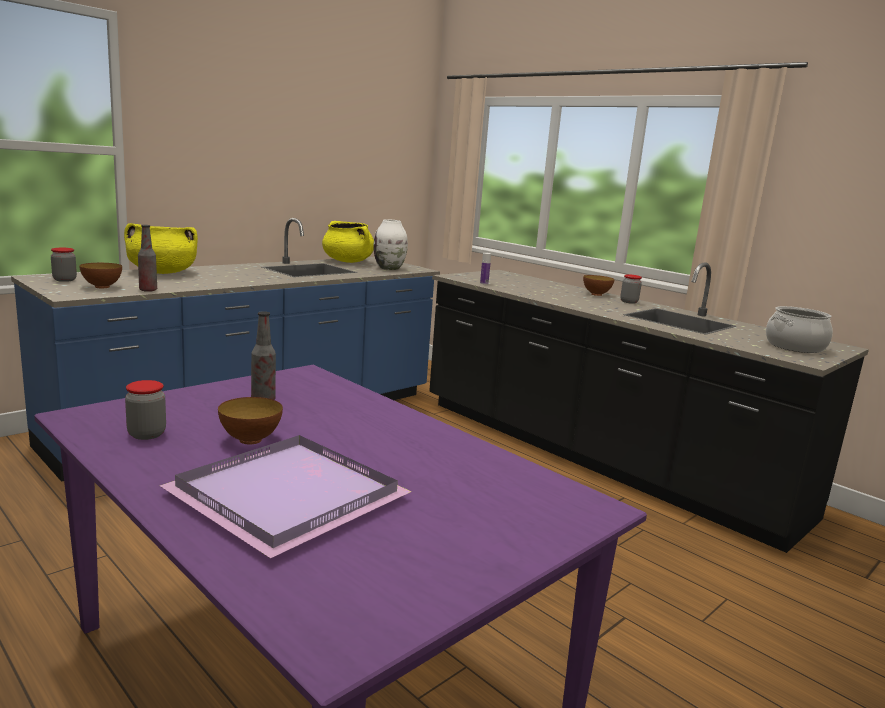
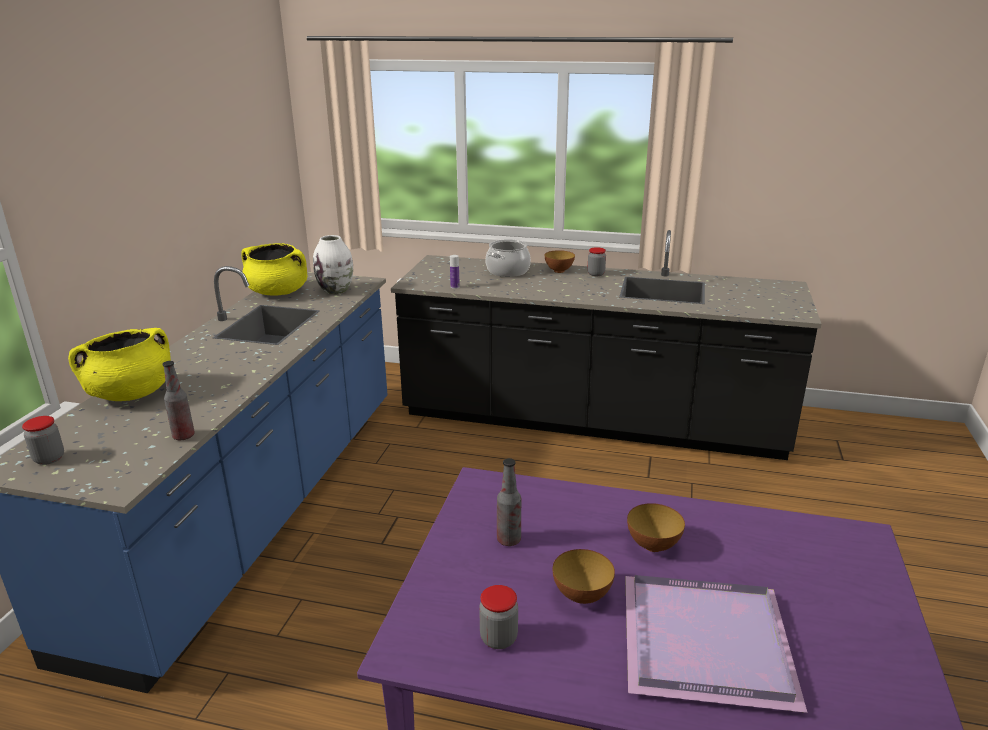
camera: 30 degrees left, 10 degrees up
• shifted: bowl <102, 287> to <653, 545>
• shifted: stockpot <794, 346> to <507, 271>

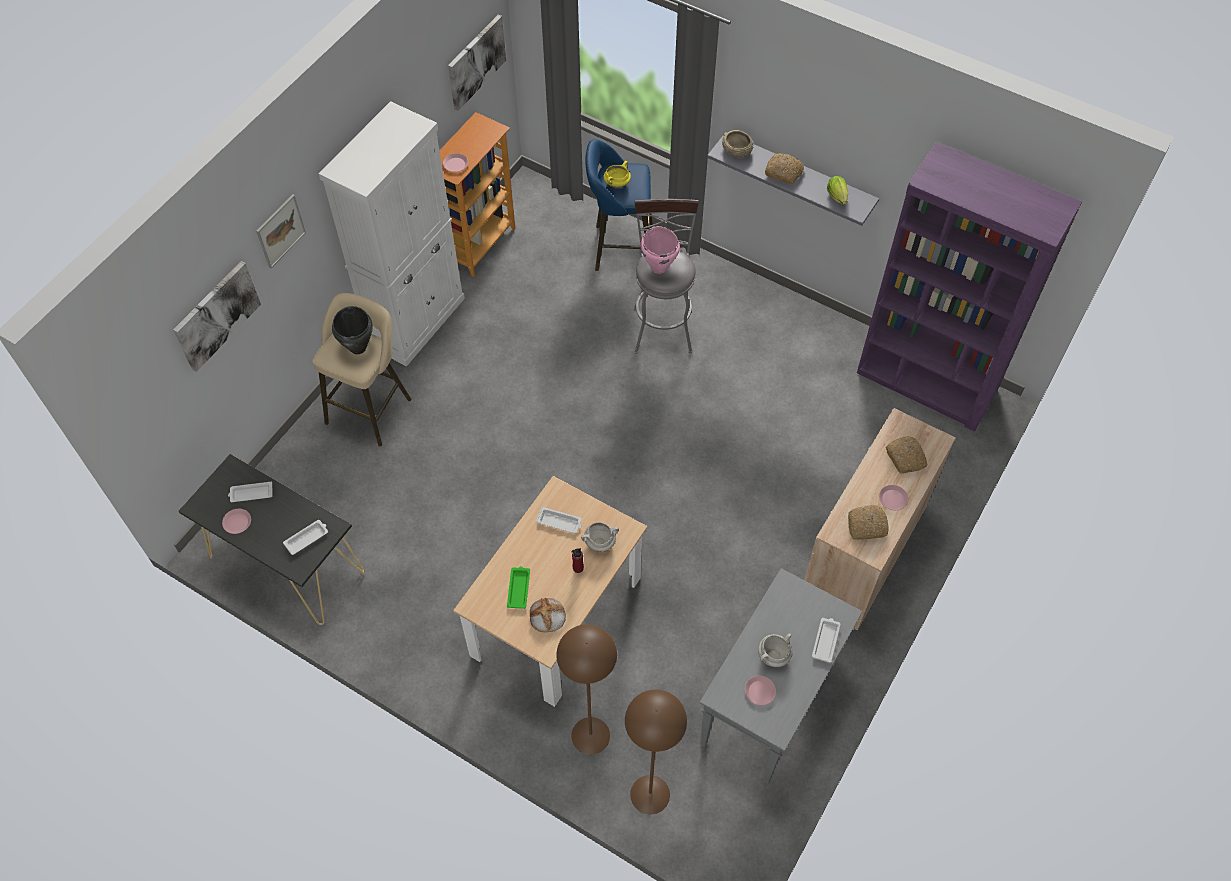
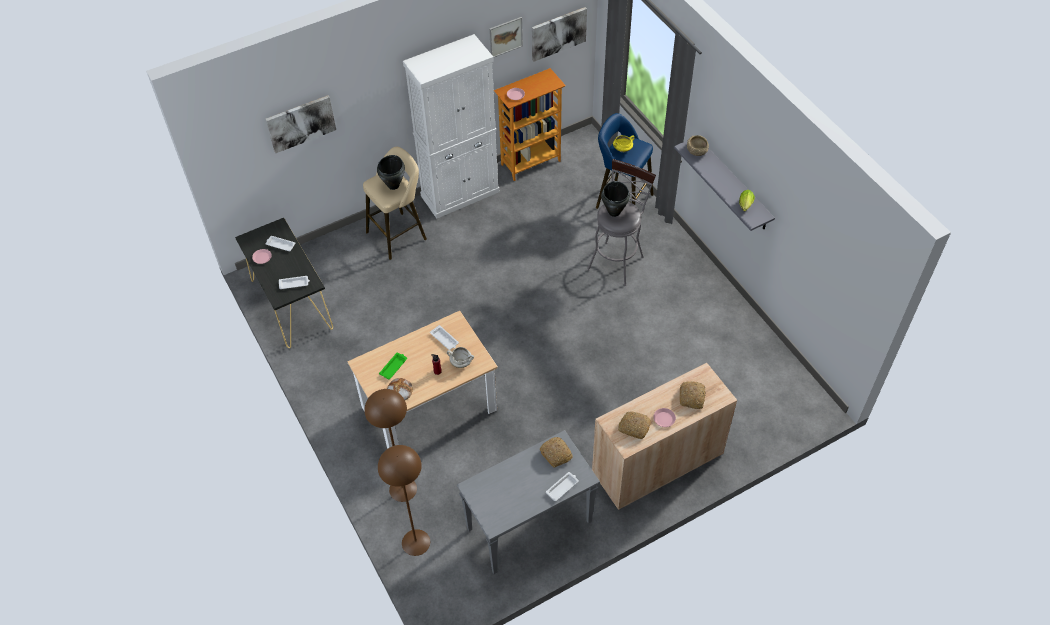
camera: 30 degrees right, 5 degrees down
• gone: dinner plate (pink-coloured) <759, 692>
• gone: stockpot (white-coloured) <773, 656>
• gone: shelving unit (purple) <926, 382>
• shifted: wall picture <280, 231> to <505, 37>
• shifted: baked bread <784, 172> to <556, 454>
• repainted: stockpot (pink-coloured) <659, 267> to stockpot (black) <614, 212>

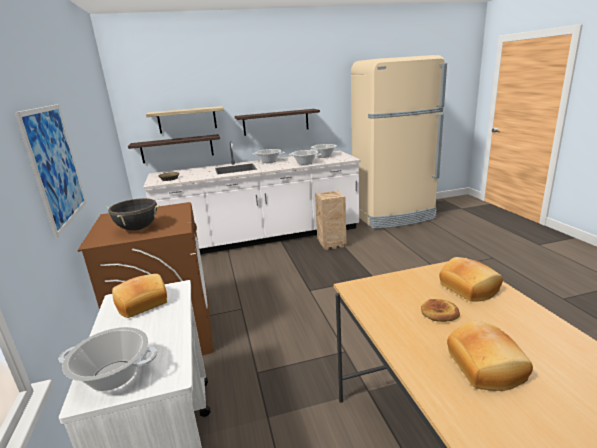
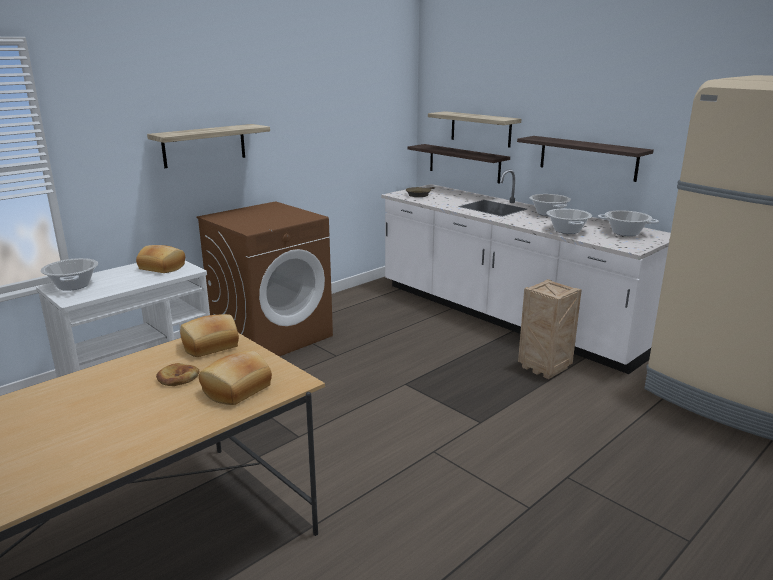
camera: 60 degrees right, 0 degrees up
• gone: stockpot (black) <138, 228>
• shifted: baked bread <487, 367> to <211, 346>
• swapped: wall picture <55, 166> to bracket shelf <204, 145>

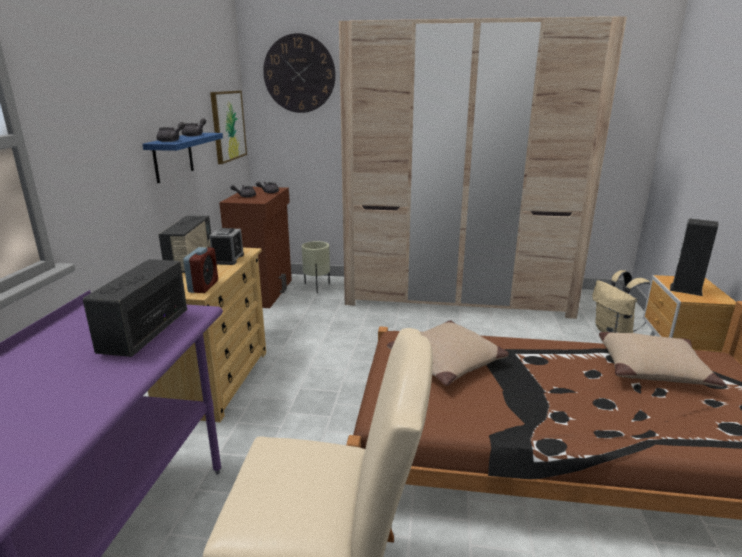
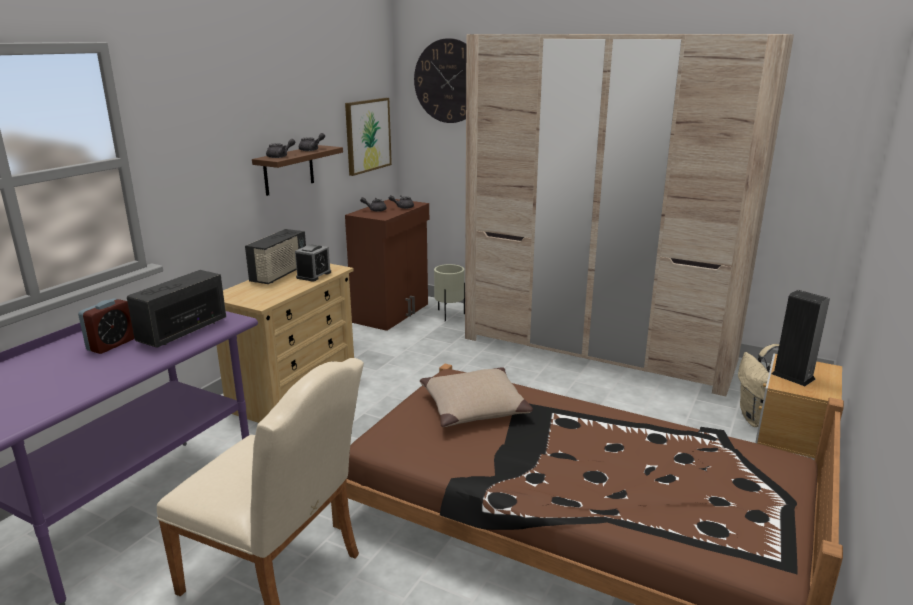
camera: 20 degrees right, 0 degrees up
• gone: cushion (beige-coloured) <652, 368>
• shifted: table clock <203, 286> to <111, 345>
• repainted: bracket shelf (blue) <173, 157> to bracket shelf (brownish) <288, 170>

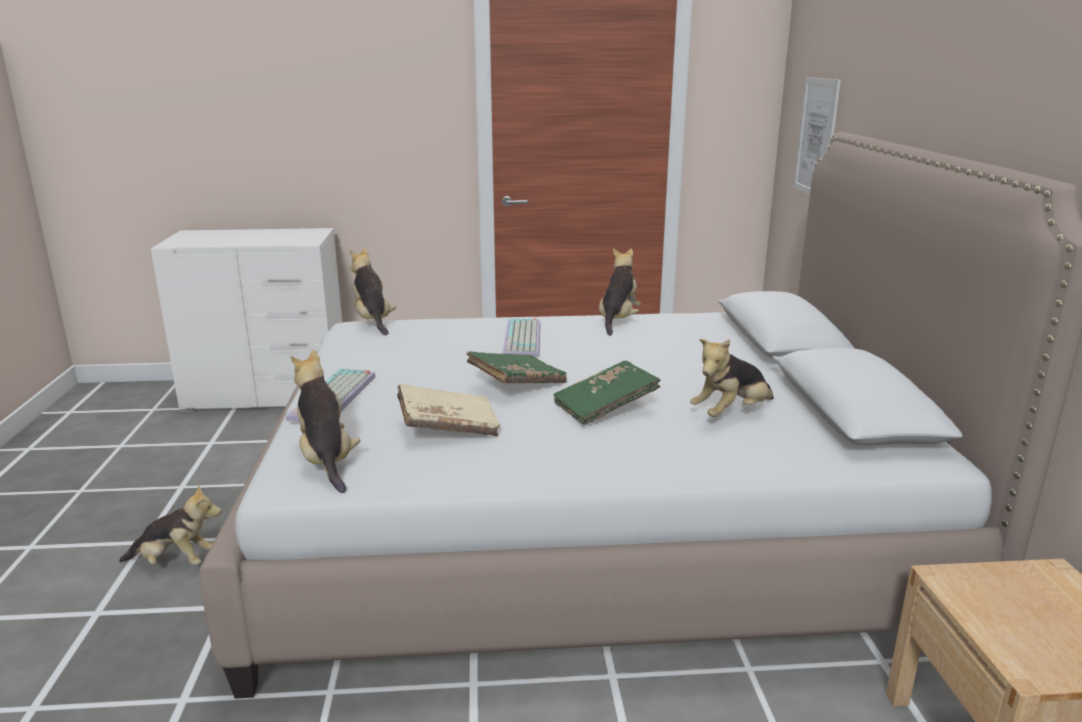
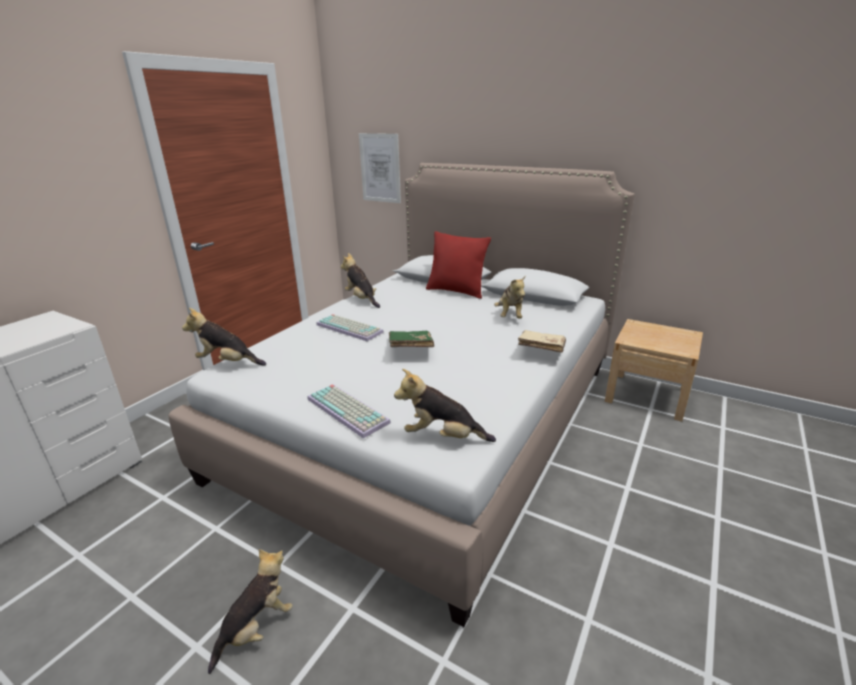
camera: 55 degrees left, 5 degrees up
• gone: volume (green-coloured) <605, 407>
• new: cushion (reddish) <456, 291>
• shifted: volume (beige-coloured) <448, 427> to <541, 350>

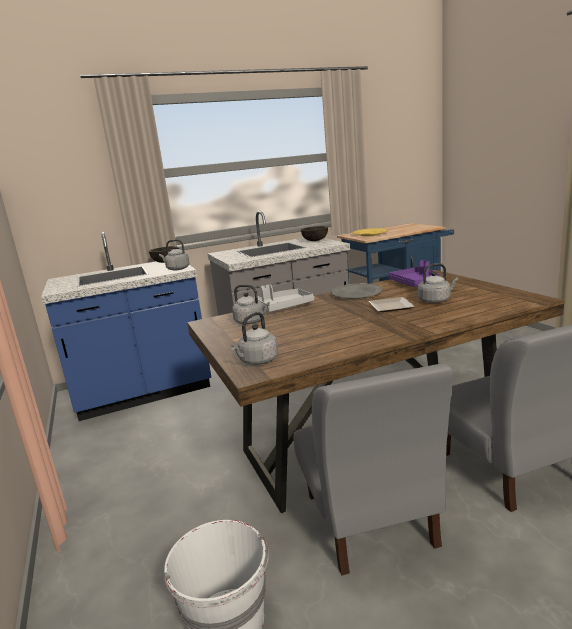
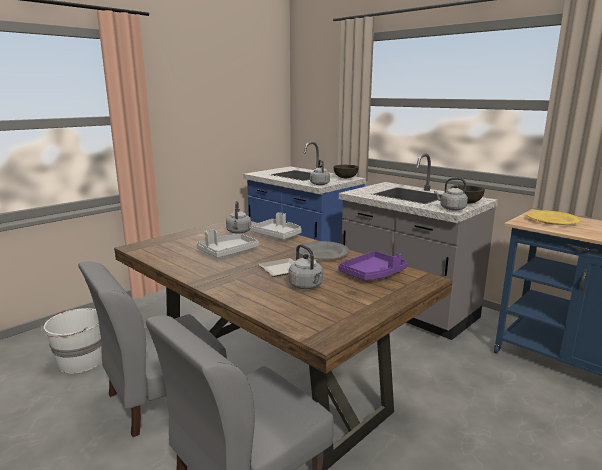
camera: 65 degrees right, 0 degrees up
• new: serving tray (grey) <227, 252>
• shifted: water kettle (grey) <257, 361> to <451, 209>

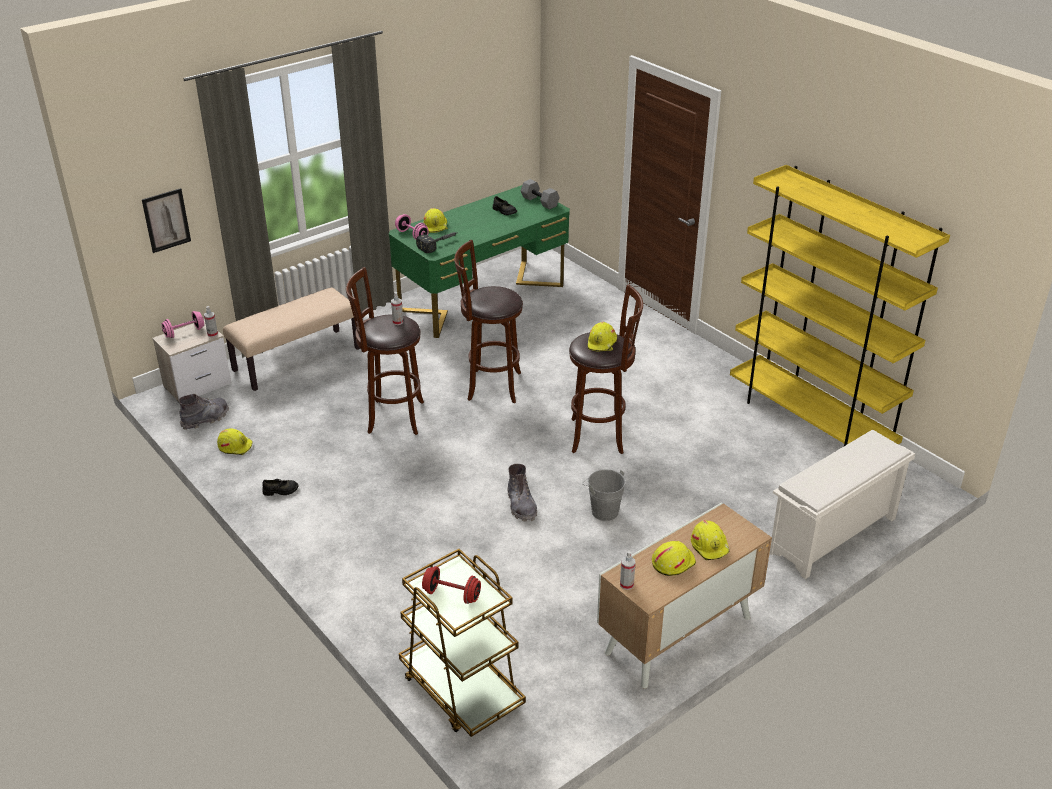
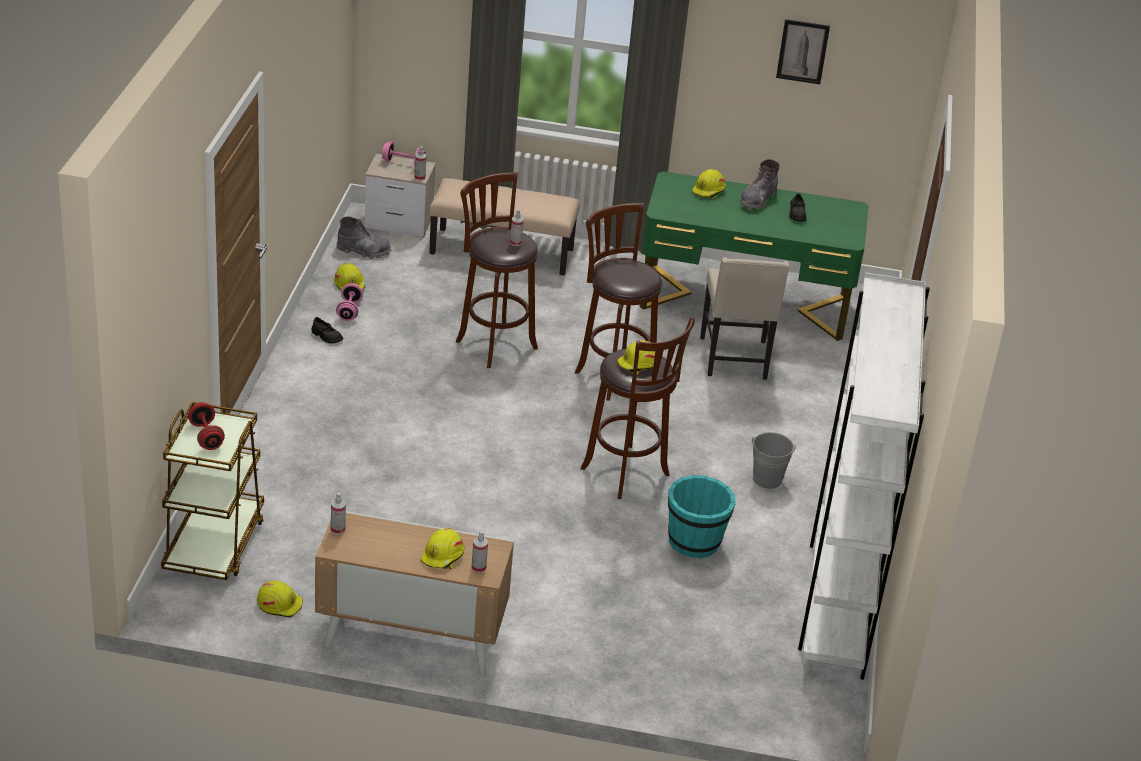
camera: 45 degrees right, 0 degrees up
• gone: tool hammer <439, 244>
• gone: free weight (grey) <540, 202>
• gone: shoe stand (white-coloured) <832, 536>
• new: spray bottle <478, 568>
• new: pail (blue-green) <695, 542>
• new: chair (beige-coloured) <735, 360>
• shifted: wall picture <166, 220> to <802, 51>
• shifted: free weight (pink-coloured) <412, 235> to <349, 311>
• shifted: tall boot (grey) <521, 505> to <757, 199>
• shifted: pail (grey) <603, 510> to <768, 477>
• shifted: hard hat (yellow-coloured) <672, 562> to <279, 604>
• repainted: shelving unit (yellow-coloured) <810, 422> to shelving unit (white-coloured) <837, 602>

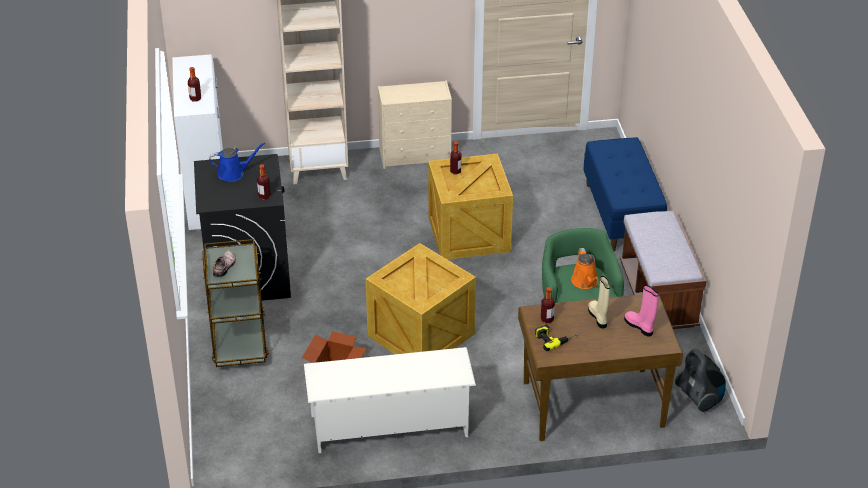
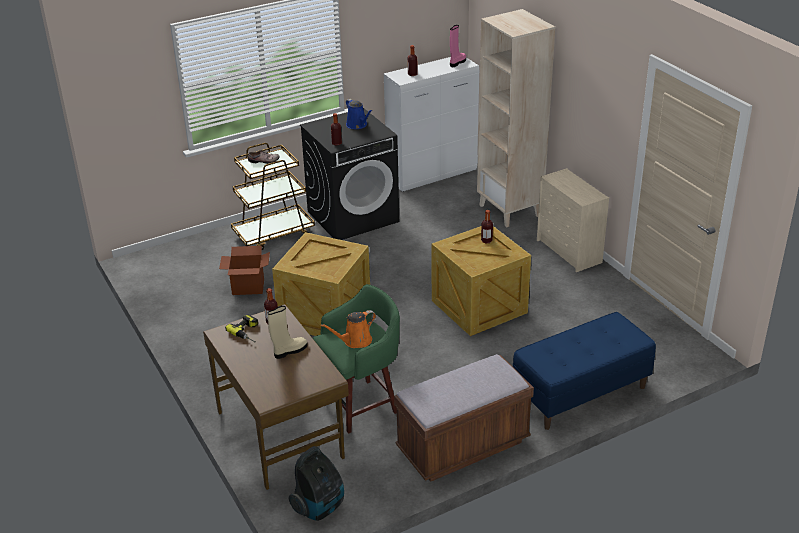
camera: 70 degrees right, 5 degrees down
• gone: shoe stand (white-coloured) <390, 426>
• shifted: tall boot (pink-coloured) <639, 326> to <457, 62>

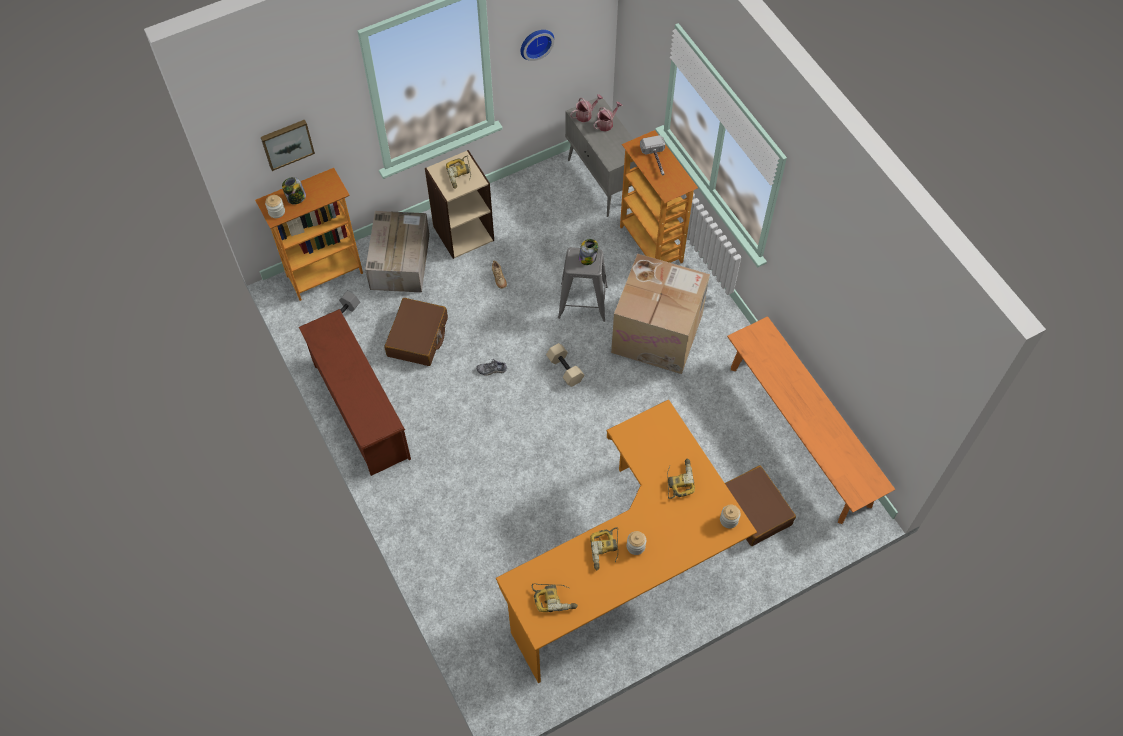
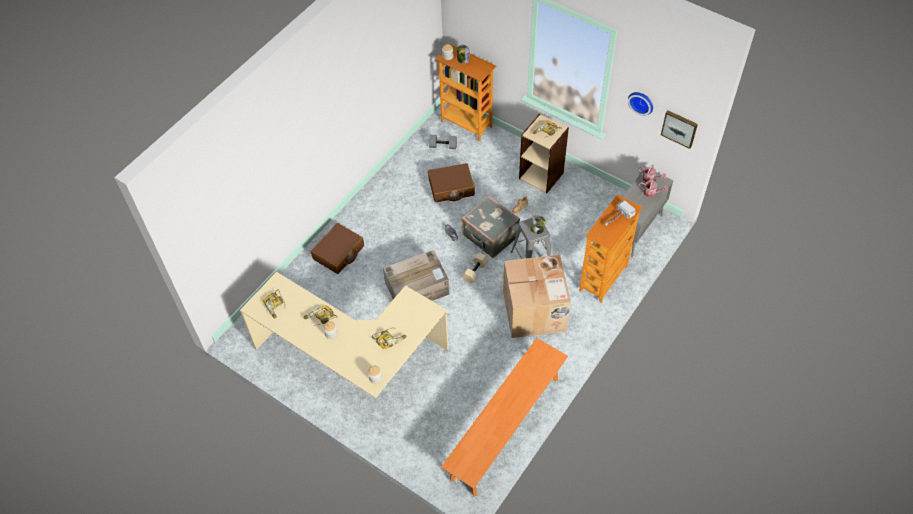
camera: 65 degrees right, 5 degrees down
• gone: shoe stand (brownish) <359, 411>
• new: travel case (grey) <490, 237>
• shifted: wall picture <287, 143> to <679, 128>
• shifted: carton <400, 260> to <417, 288>
• shifted: travel case (brownish) <754, 510> to <339, 253>
• repainted: desk unit (orange-coloured) <629, 568> to desk unit (beige-coloured) <352, 365>

